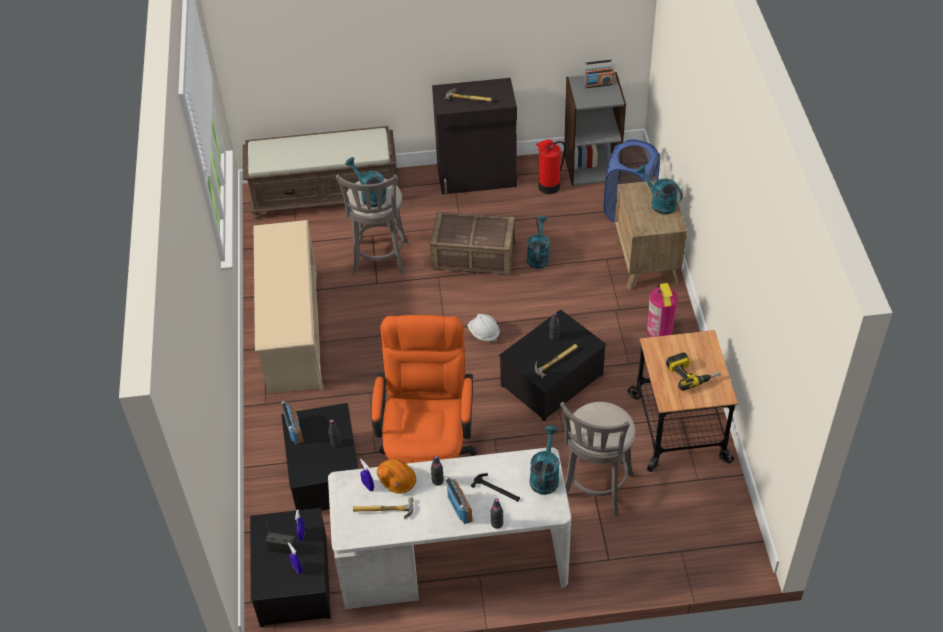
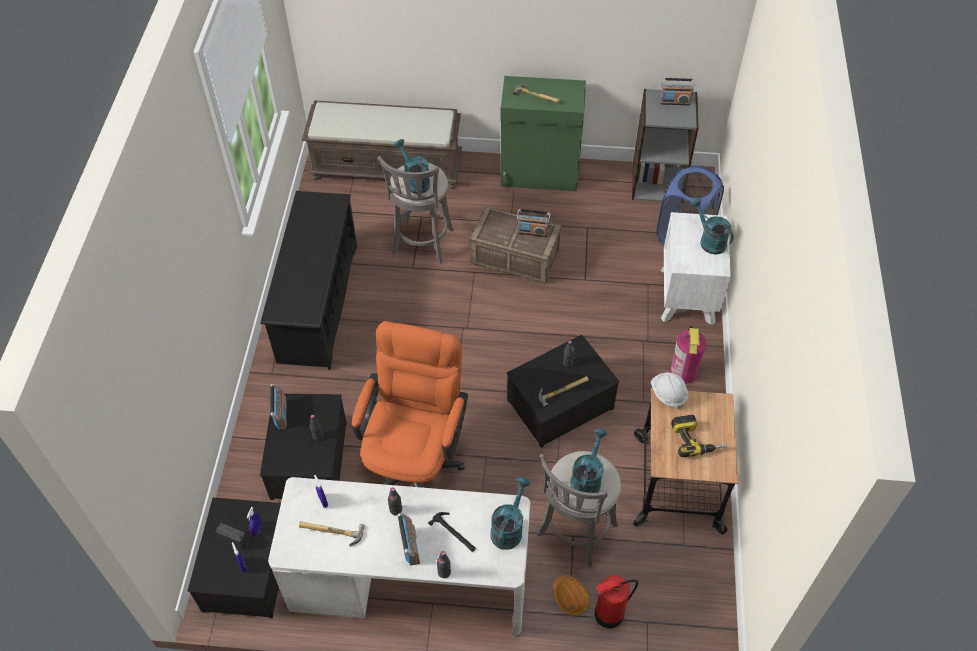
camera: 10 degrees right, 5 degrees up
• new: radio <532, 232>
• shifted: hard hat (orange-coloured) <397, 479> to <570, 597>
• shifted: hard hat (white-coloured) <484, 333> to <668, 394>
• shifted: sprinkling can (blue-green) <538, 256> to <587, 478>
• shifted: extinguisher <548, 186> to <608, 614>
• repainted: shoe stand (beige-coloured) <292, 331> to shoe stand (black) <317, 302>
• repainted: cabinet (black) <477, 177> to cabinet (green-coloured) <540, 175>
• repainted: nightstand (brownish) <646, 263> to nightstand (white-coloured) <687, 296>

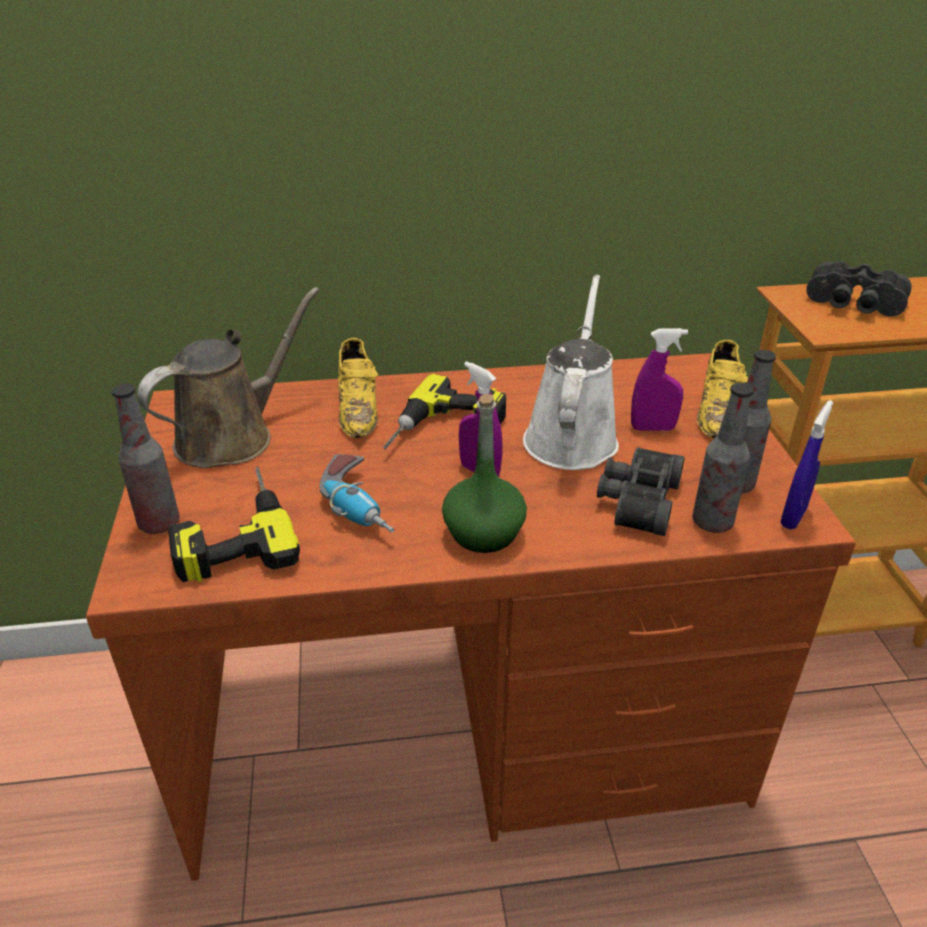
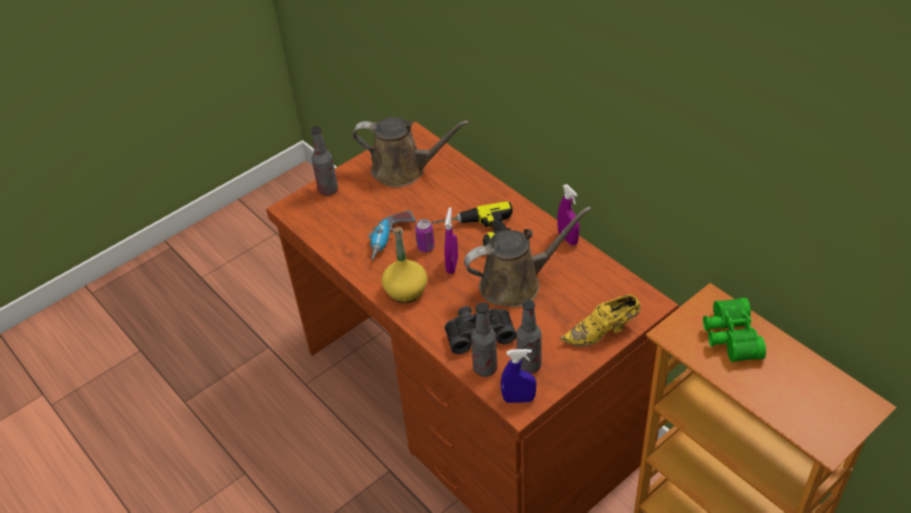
camera: 60 degrees right, 10 degrees up
• gone: drill <231, 531>
• gone: low shoe (yellow-coloured) <358, 410>
• new: can <426, 247>
• shifted: spray bottle (purple) <652, 428> to <567, 238>
• repainted: bottle (green-coloured) <483, 533> to bottle (yellow-coloured) <405, 290>
• repainted: sprinkling can (white-coloured) <571, 436> to sprinkling can (brownish) <516, 283>
• repainted: pair of binoculars (black) <853, 305> to pair of binoculars (green-coloured) <729, 337>

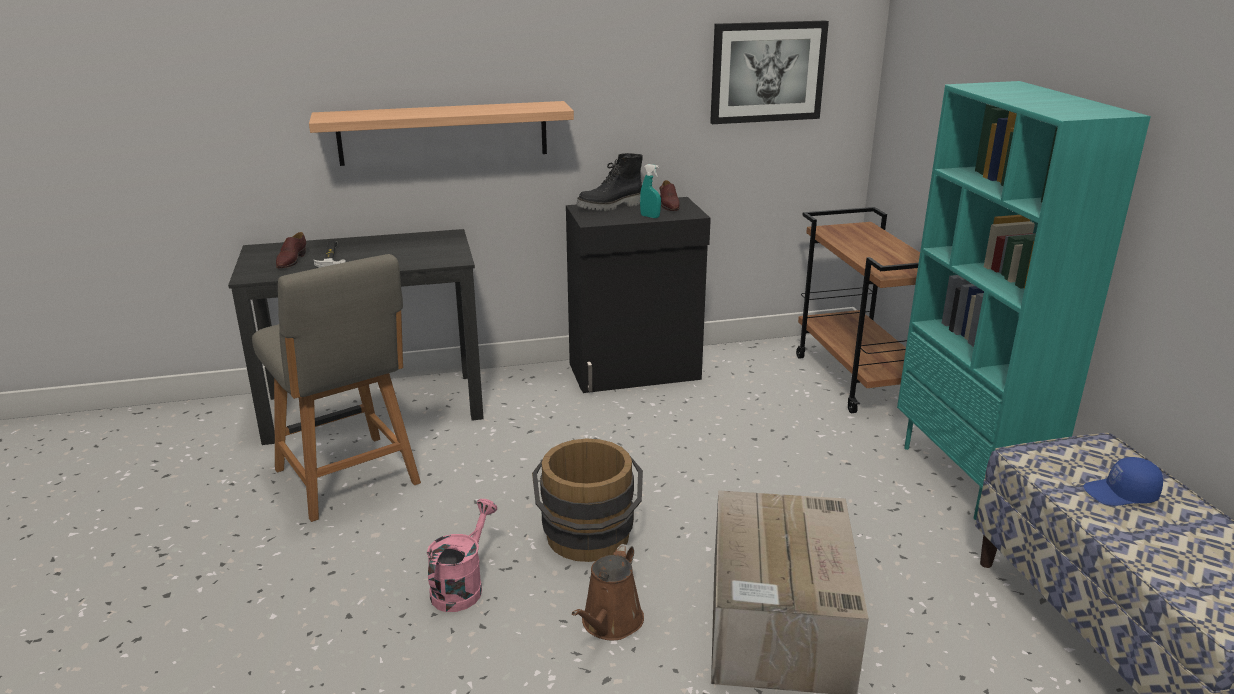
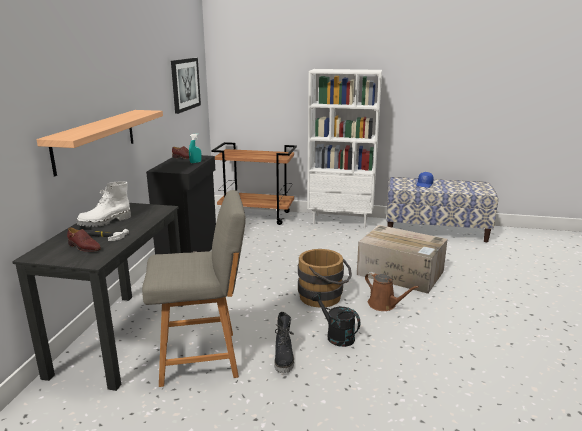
camera: 65 degrees left, 5 degrees down
• new: tall boot (white-coloured) <105, 222>
• shifted: tall boot (black) <610, 207> to <284, 358>
• repainted: sprinkling can (pink-coloured) <461, 586> to sprinkling can (black) <336, 336>
• repainted: shelving unit (blue-green) <968, 478> to shelving unit (white-coloured) <340, 221>

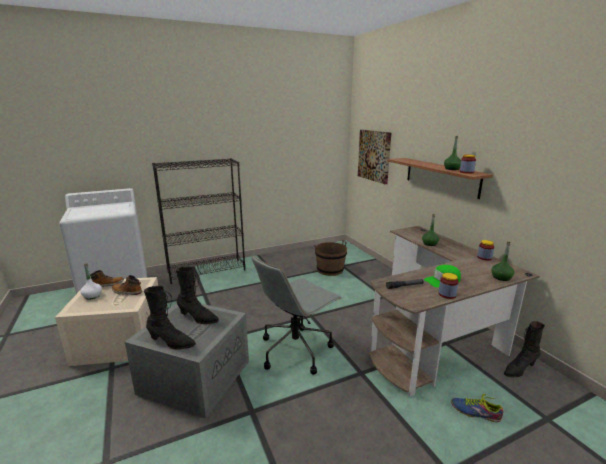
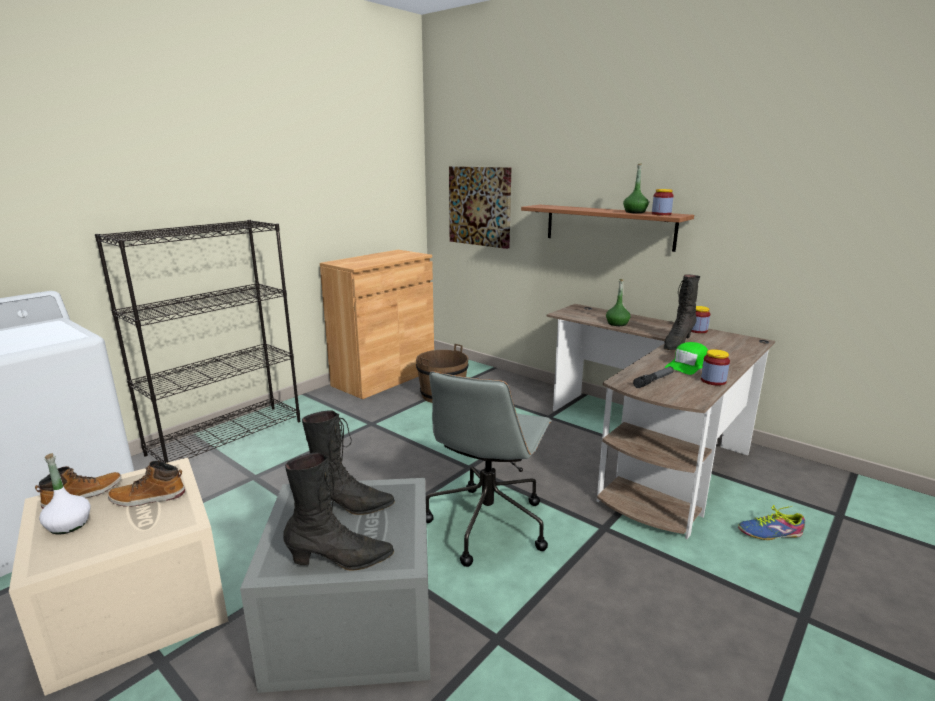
camera: 25 degrees left, 0 degrees up
• gone: bottle (green-coloured) <501, 277>
• new: cabinet (brownish) <384, 377>
• shifted: tall boot (black) <519, 369> to <677, 344>

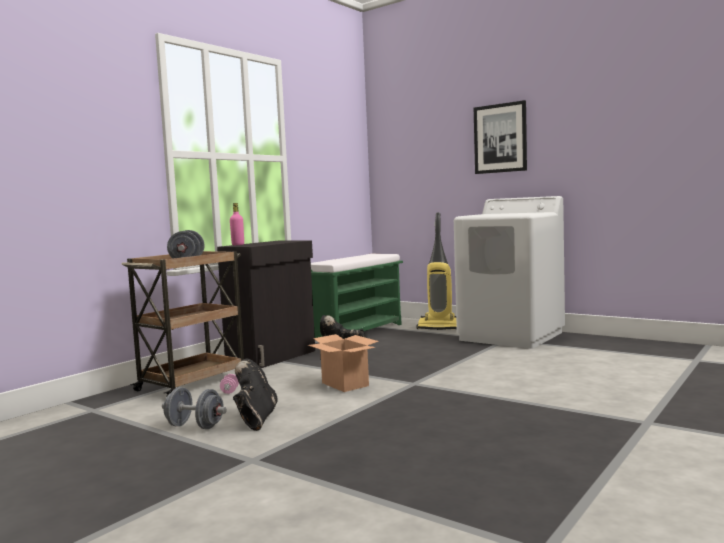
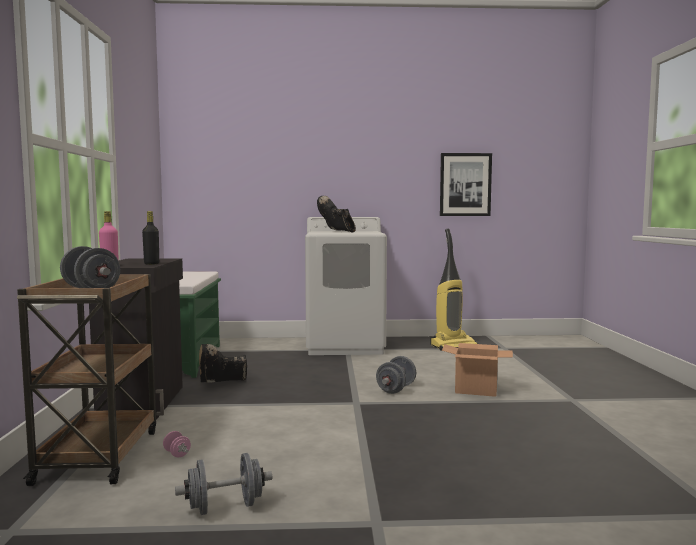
camera: 40 degrees left, 0 degrees up
• new: bottle (black) <151, 264>
• new: free weight (grey) <396, 389>
• shifted: tall boot (black) <255, 419> to <337, 232>
• shifted: carton <345, 384> to <476, 390>
• shifted: vacuum cleaner <439, 327> to <453, 346>
• shifted: wall picture <500, 138> to <465, 184>

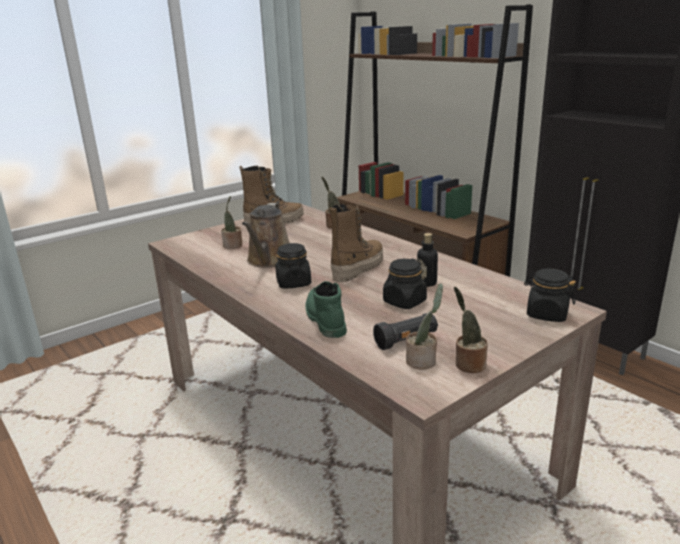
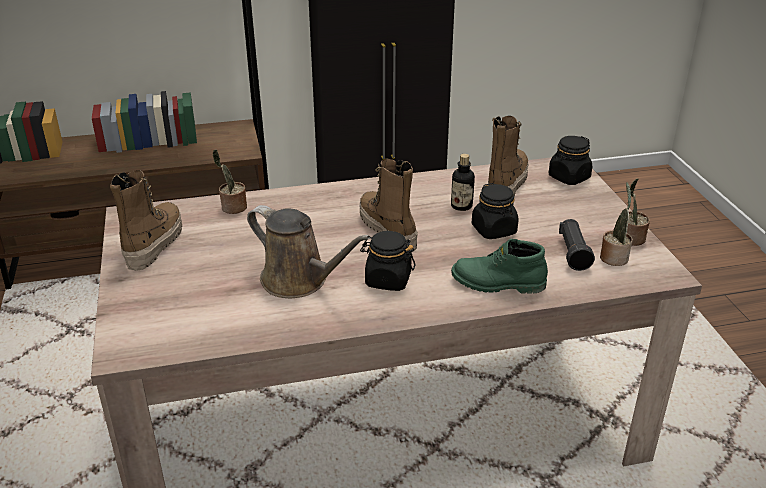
camera: 65 degrees left, 10 degrees up
• gone: potted plant <233, 245>
• new: tall boot <506, 184>

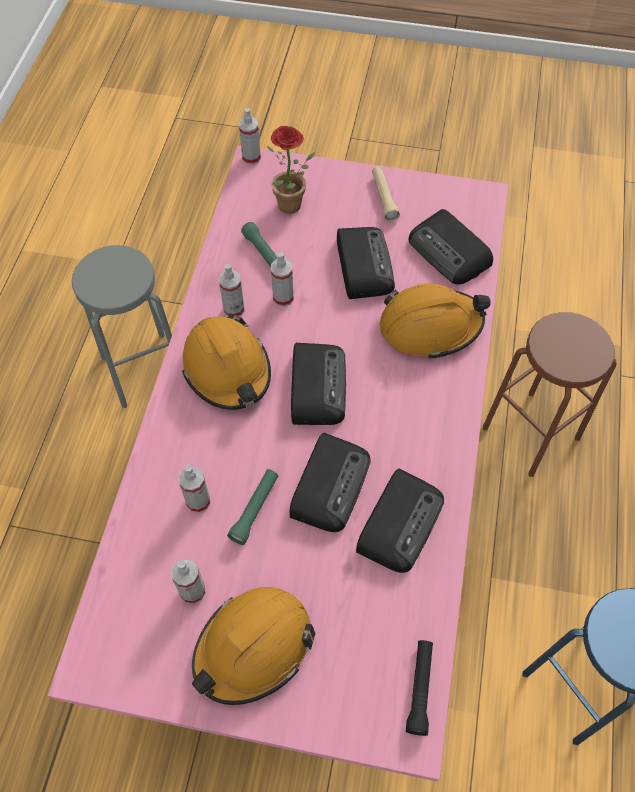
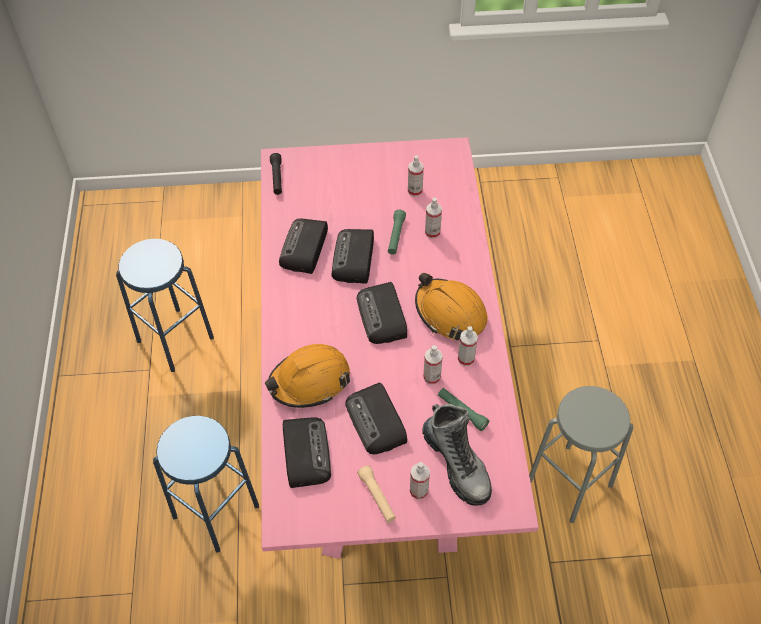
camera: 165 degrees right, 5 degrees down
• gone: hard hat (orange-coloured) <253, 647>
• shifted: spray bottle <251, 158> to <419, 491>
• swapped: potted plant <292, 208> to tall boot <457, 464>
• repainted: stool (brownish) <531, 433> to stool (blue) <216, 511>
• rotated: radio <450, 253> = <305, 452> 45 degrees clockwise

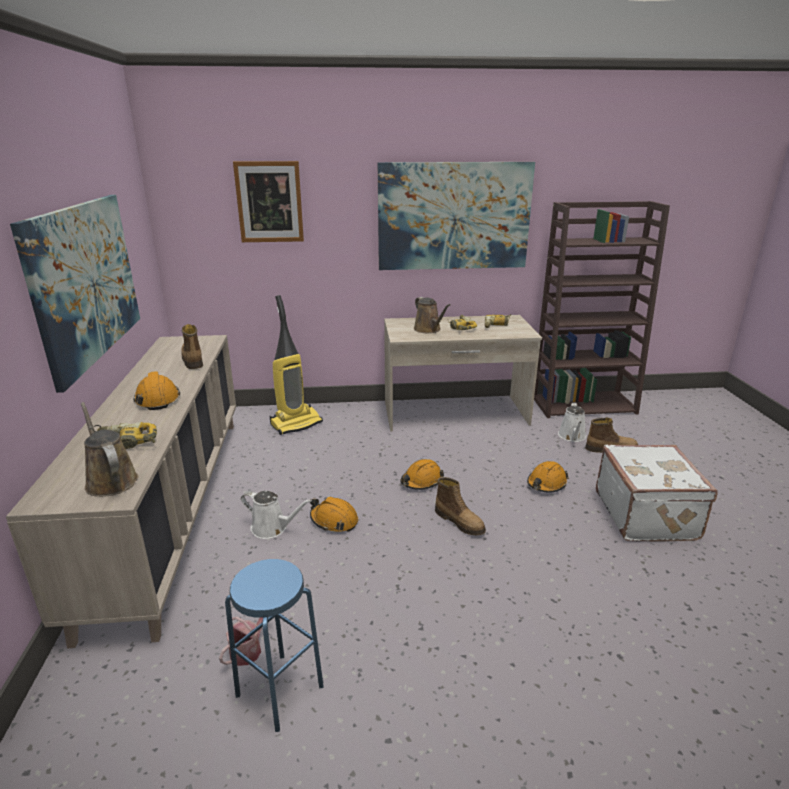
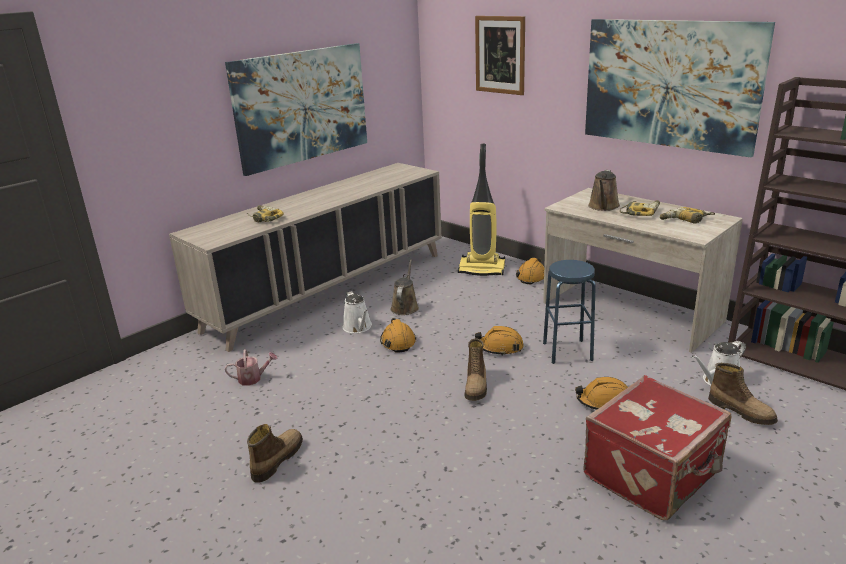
camera: 50 degrees right, 0 degrees up
• shifted: sprinkling can (brownish) <110, 480> to <405, 307>
• shifted: hard hat (orange-coloured) <157, 399> to <532, 277>
• shifted: tall boot <192, 360> to <276, 460>
• shifted: stool (blue) <279, 691> to <567, 351>
• repainted: travel case (white-coloured) <647, 515> to travel case (reddish) <654, 475>

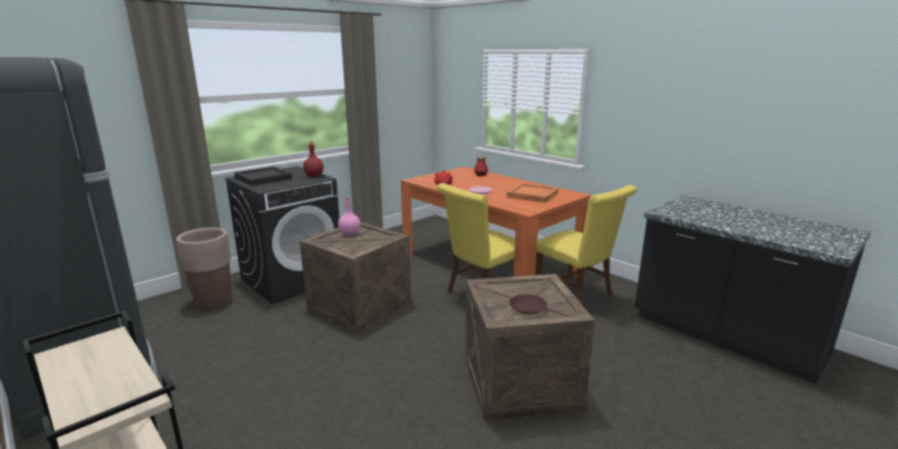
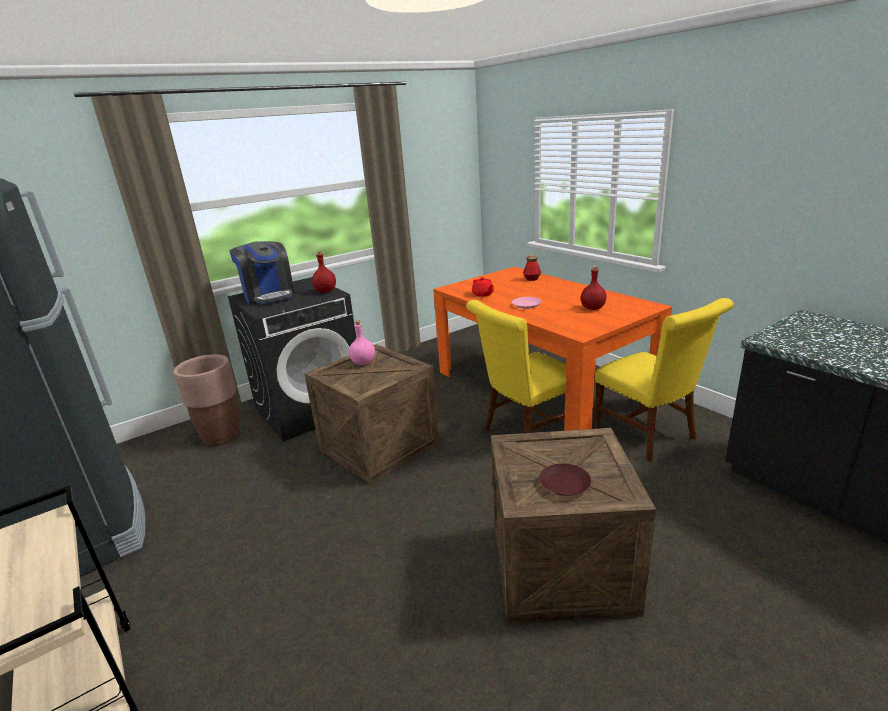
camera: 10 degrees right, 5 degrees up
• swapped: serving tray (black) <263, 178> to coffee brewer <268, 295>
• swapped: serving tray (orange-coloured) <533, 195> to bottle (reddish) <593, 308>

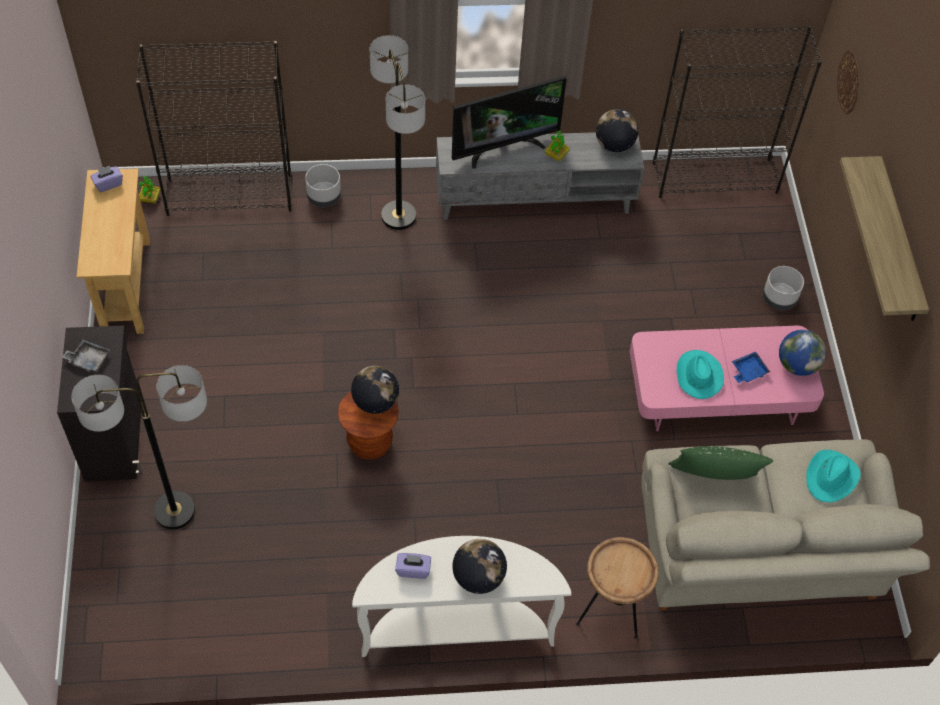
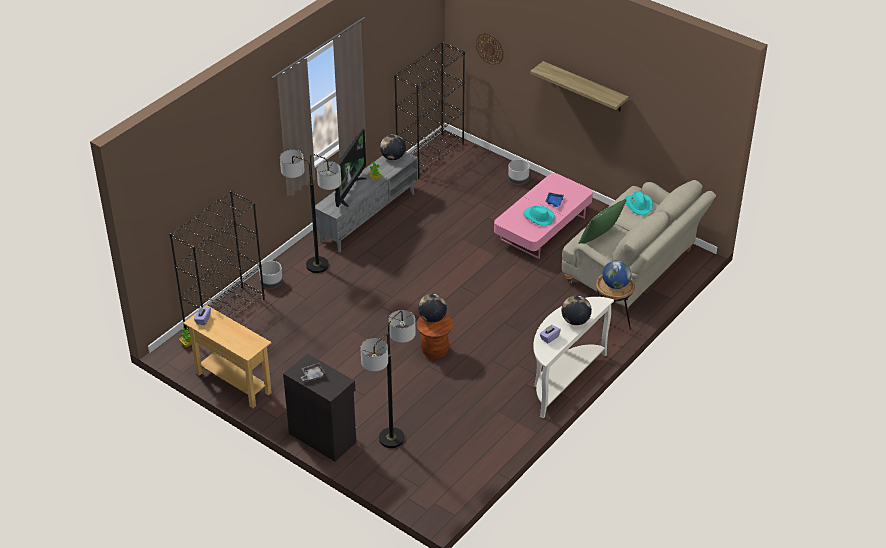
camera: 45 degrees left, 15 degrees down
• shifted: globe <797, 365> to <615, 285>

